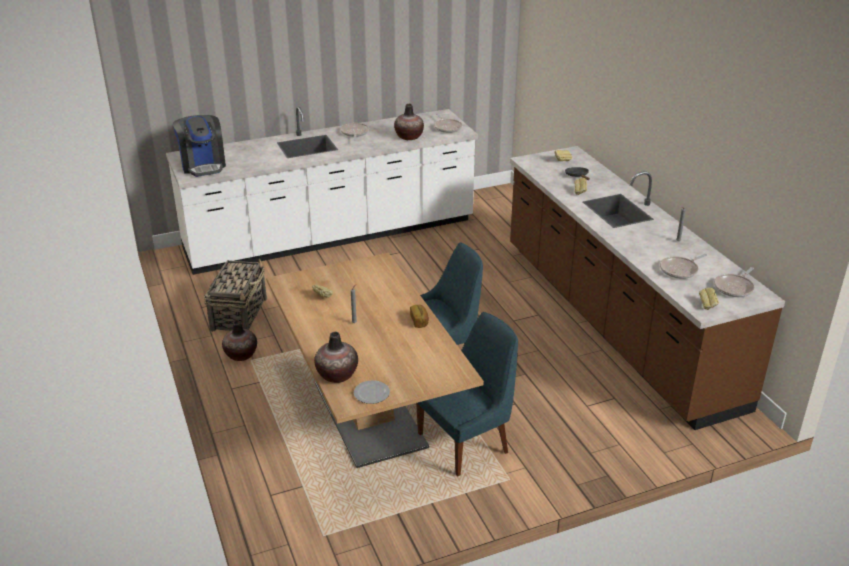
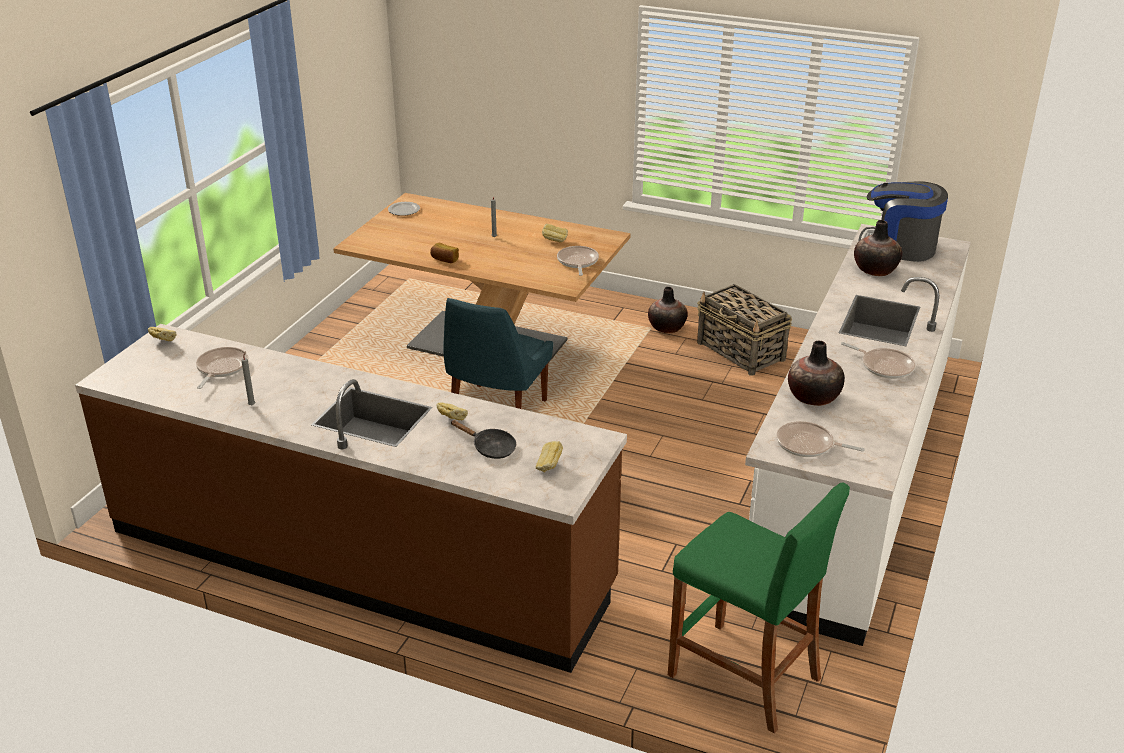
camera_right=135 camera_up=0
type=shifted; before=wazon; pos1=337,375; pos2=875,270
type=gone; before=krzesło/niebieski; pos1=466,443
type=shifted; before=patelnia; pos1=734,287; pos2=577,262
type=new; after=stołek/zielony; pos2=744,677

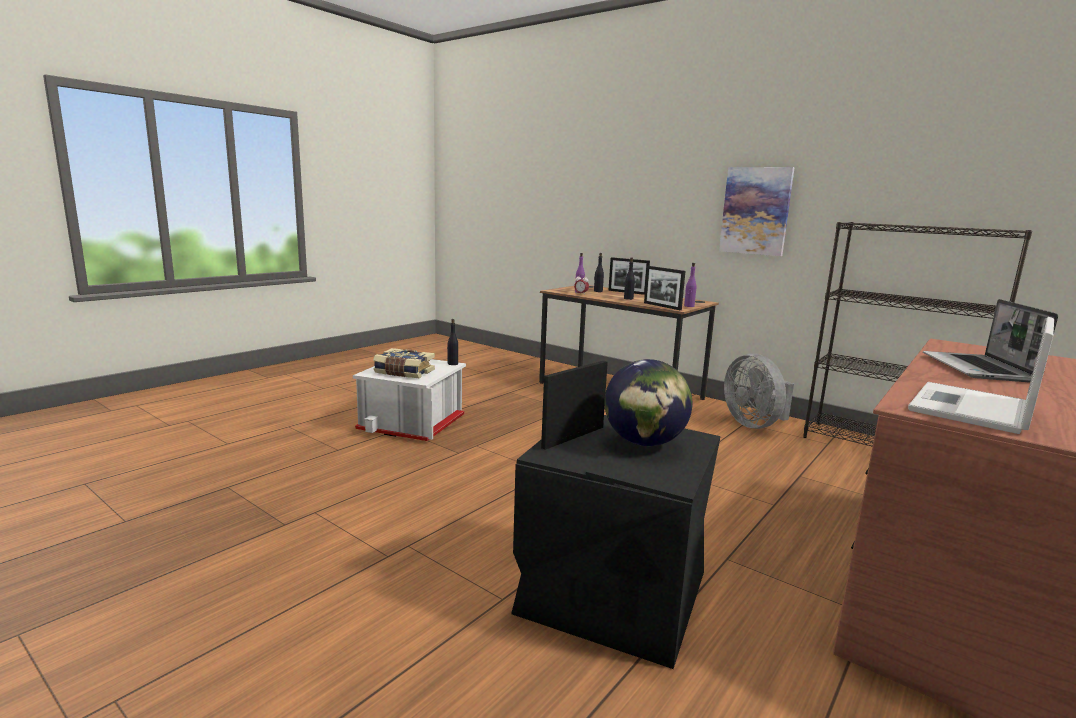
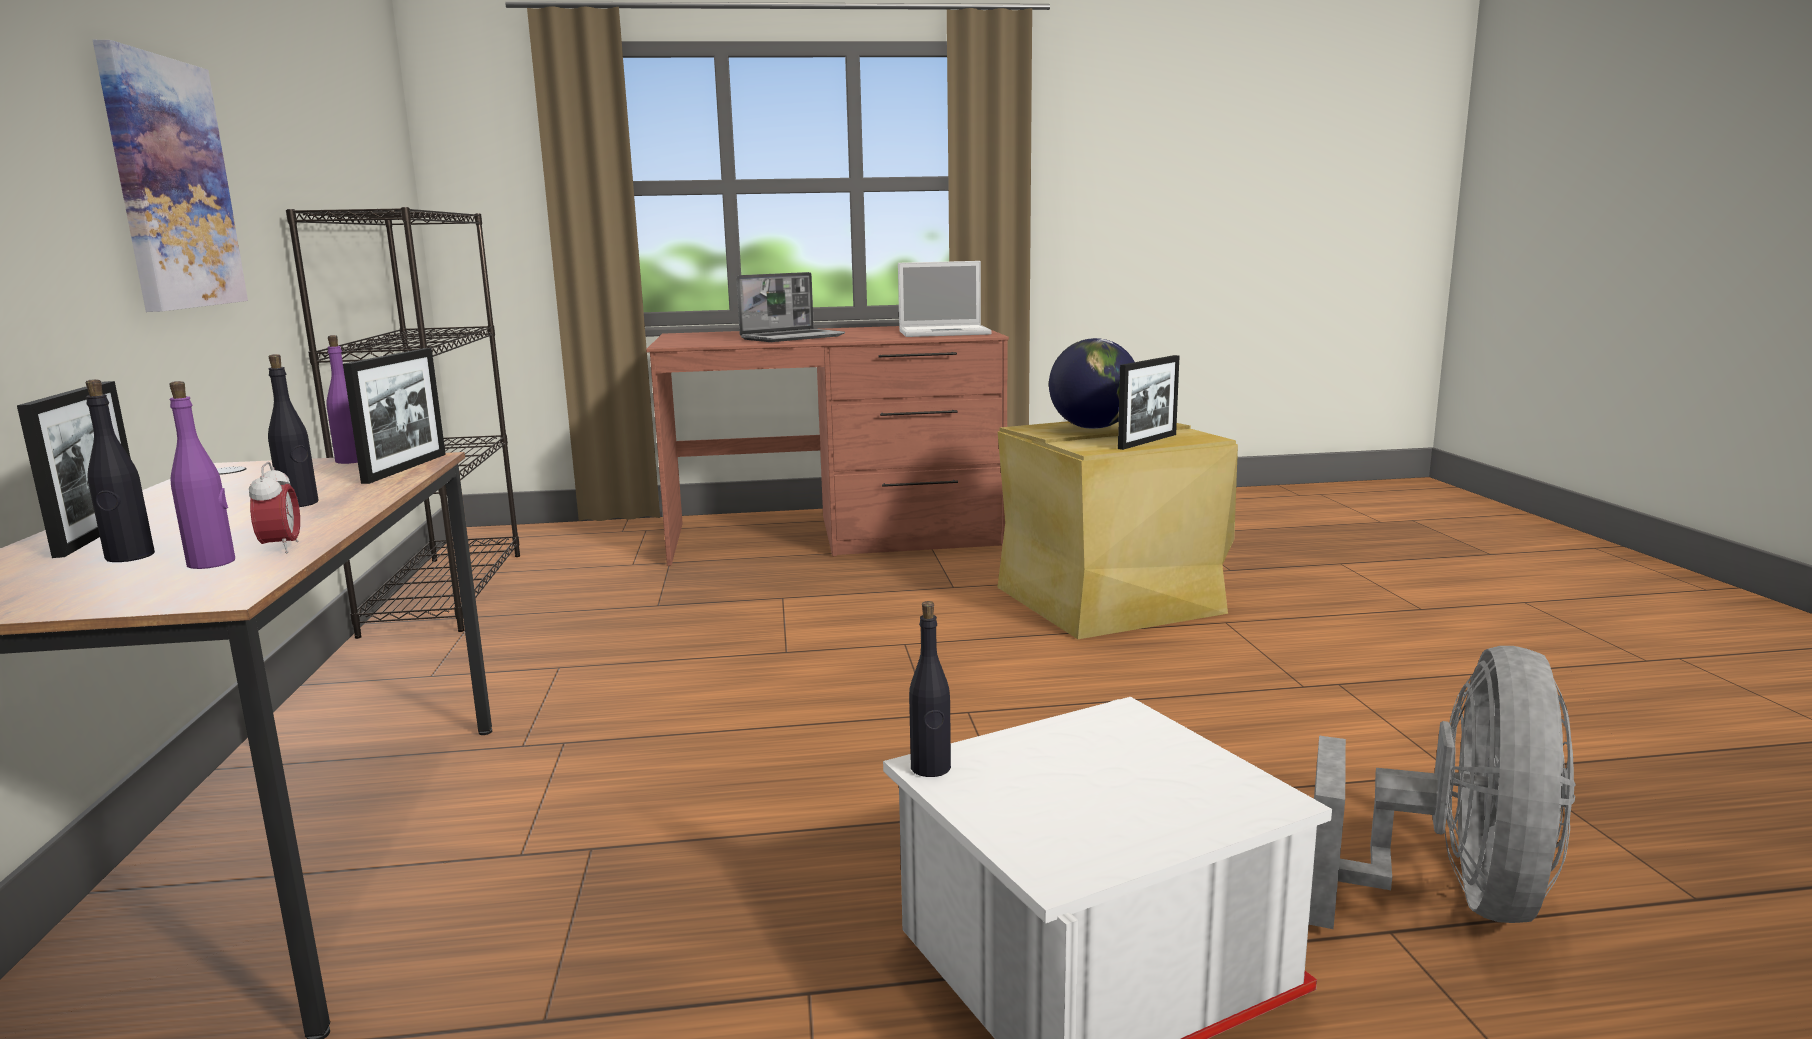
camera_right=-135 camera_up=0
type=gone; before=książka; pos1=404,373
type=repainted; before=pojemnik do przechowywania/czarny; after=pojemnik do przechowywania/beżowy; pos1=610,592; pos2=1111,600
type=rotated; before=ramka na zdjęcie; pos1=573,437; pos2=1147,441; turn=-45
type=shifted; before=wentylator/szary; pos1=754,424; pos2=1451,898

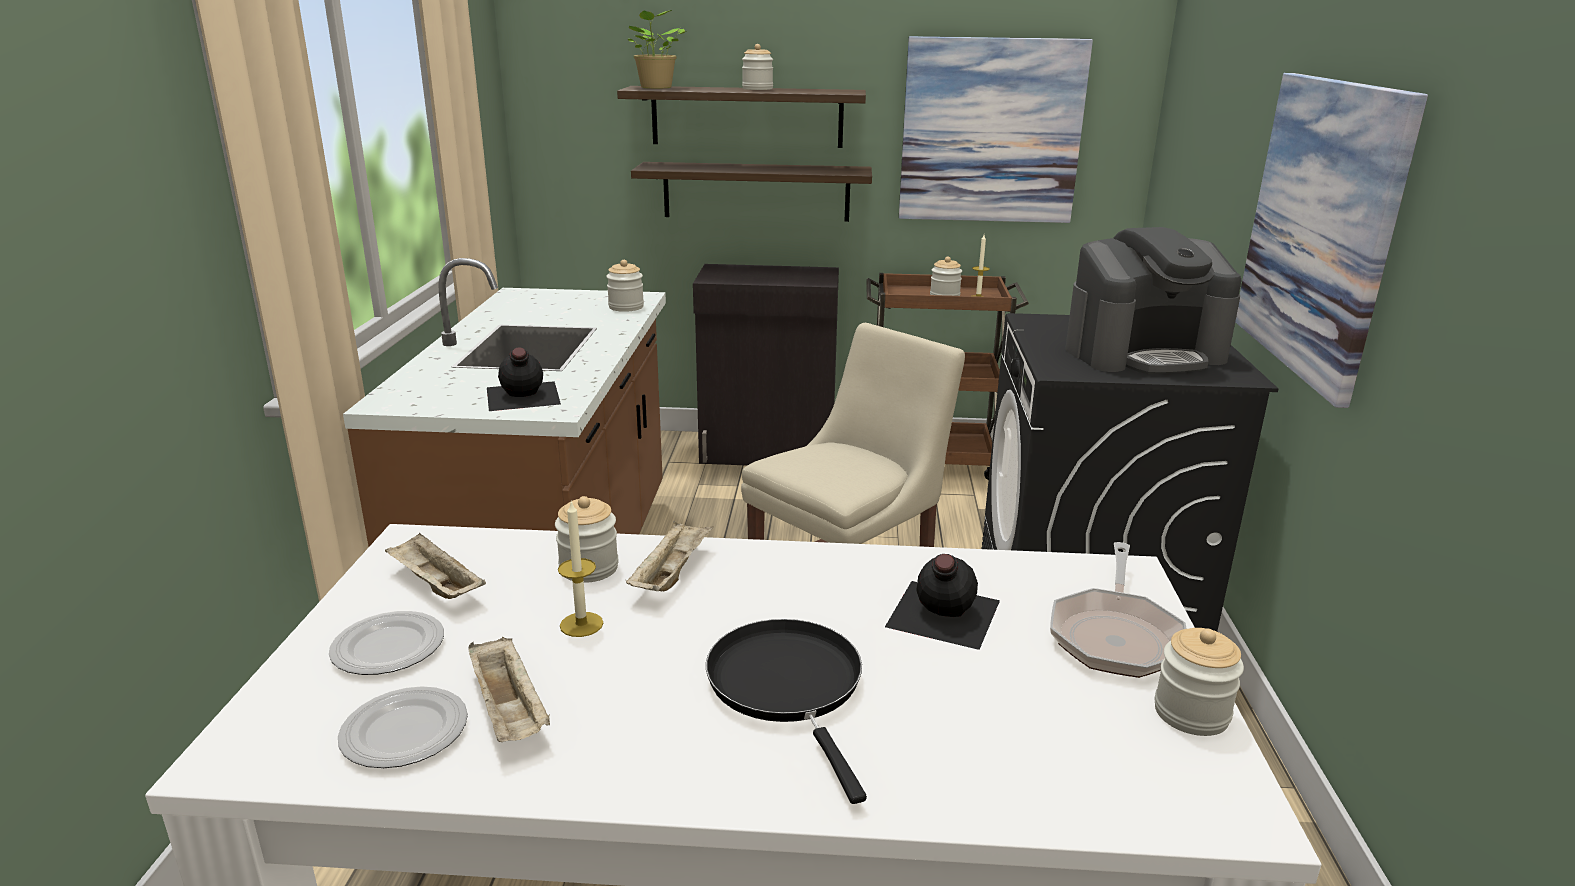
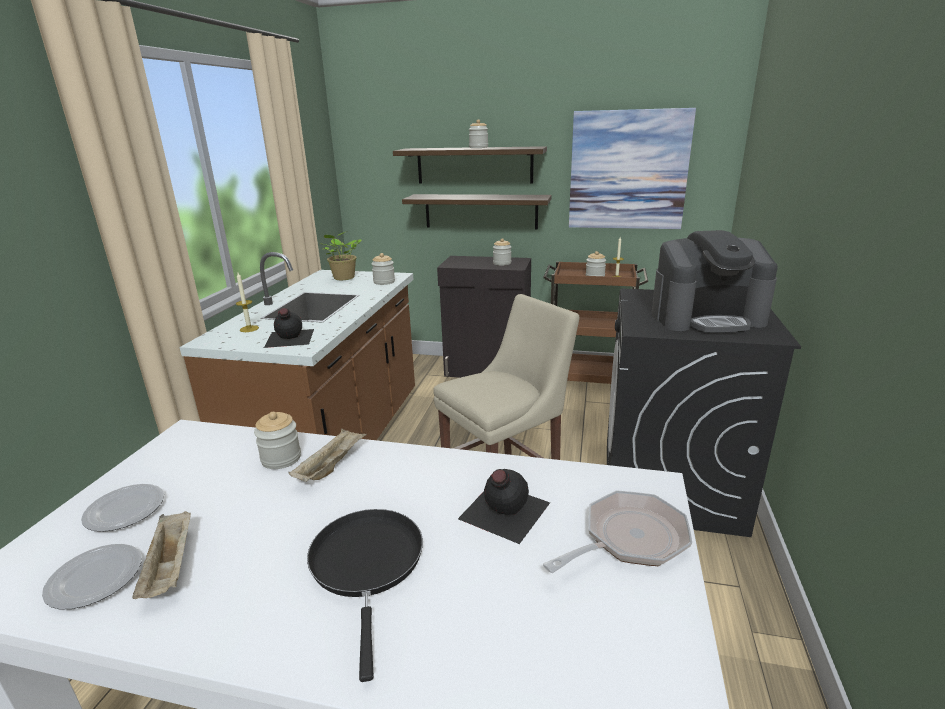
camera_right=10 camera_up=0
type=gone; before=taca/beżowy; pos1=435,586
type=shifted; before=świeca; pos1=581,624; pos2=249,329
type=shifted; before=roślina doniczkowa; pos1=656,88; pos2=343,278
type=rotated; before=patelnia; pos1=1115,635; pos2=628,539; turn=-150
type=shifted; before=słoik; pos1=1191,713; pos2=502,263
type=gone; before=obraz; pos1=1320,228

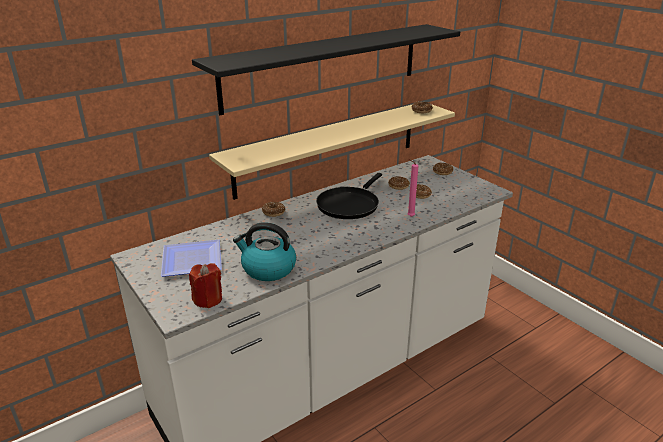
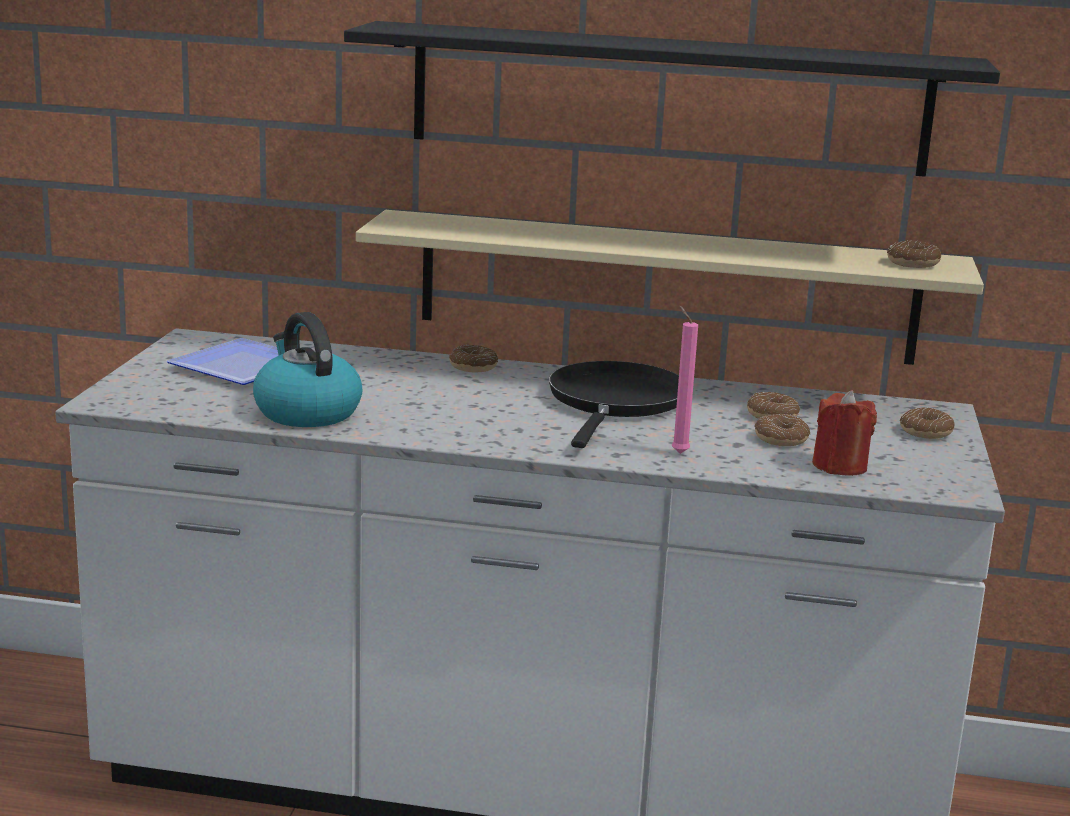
camera_right=45 camera_up=-10
type=shifted; before=świeca/czerwony; pos1=208,299; pos2=839,466
type=rotated; before=patelnia/czarny; pos1=349,204; pos2=615,402; turn=120

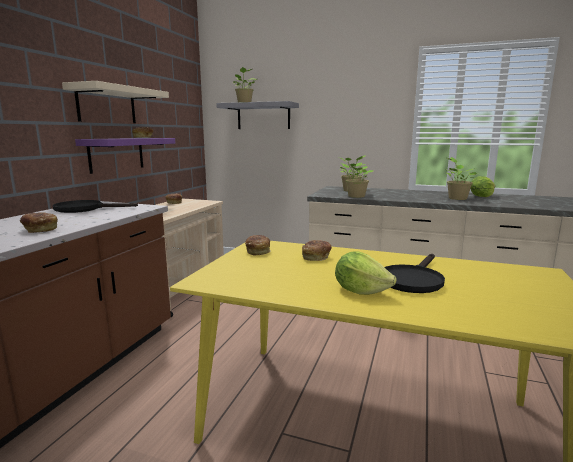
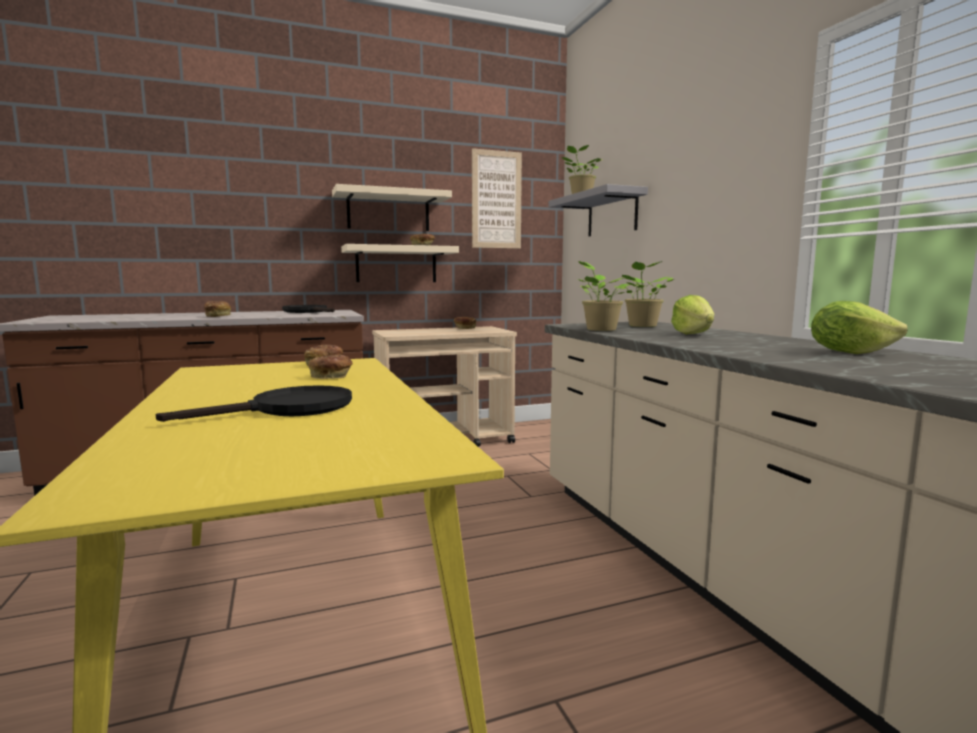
camera_right=50 camera_up=-5
type=repainted; before=półka/fioletowy; after=półka/beżowy; pos1=116,154; pos2=396,264
type=shifted; before=sałata; pos1=360,291; pos2=692,334
type=rotated; before=patelnia/czarny; pos1=412,279; pos2=289,409; turn=150
type=gone; before=roślina doniczkowa; pos1=456,198
type=new; after=obraz; pos2=496,200

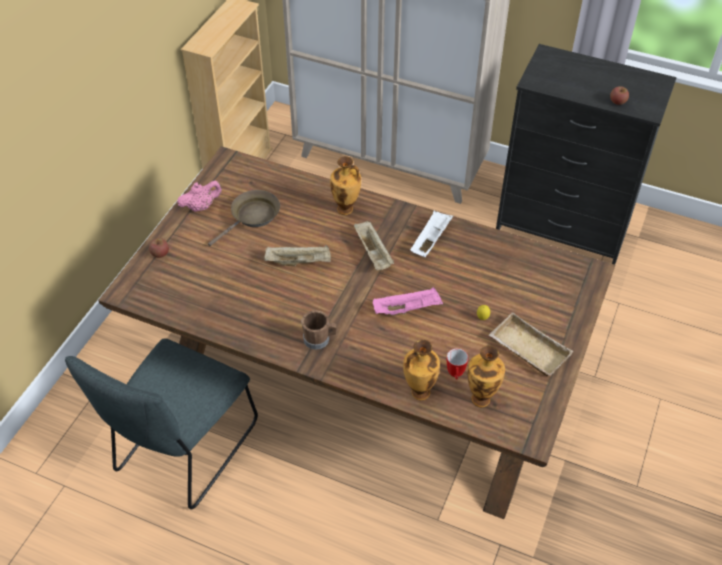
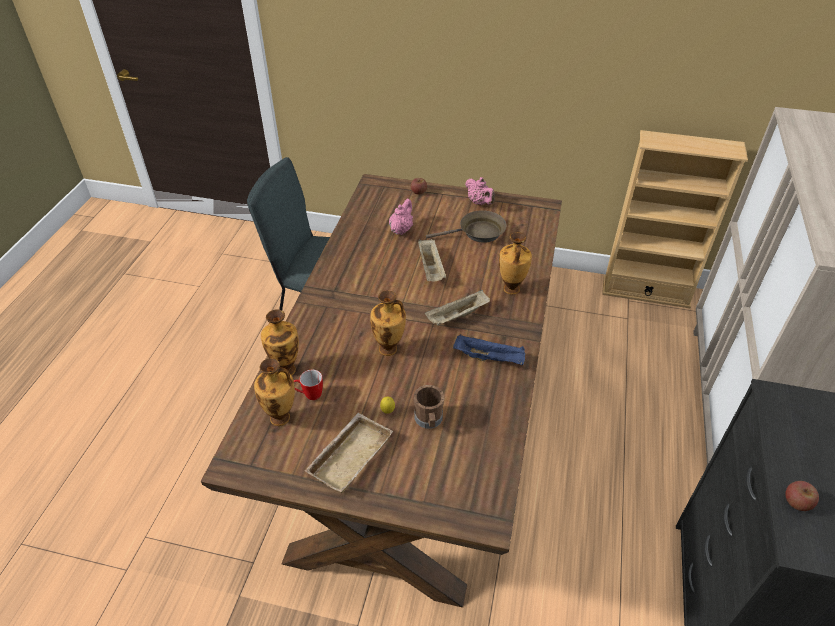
camera_right=80 camera_up=-5
type=rotated; before=patelnia/brązowy; pos1=252,217; pos2=478,233; turn=-45
type=shifted; before=kubek/brązowy; pos1=319,339; pos2=429,420
type=swapped; before=taca/różowy; after=wazon; pos1=407,309; pos2=389,349
type=repainted; before=taca/biały; after=taca/niebieski; pos1=430,240; pos2=490,358
type=new; after=imbryk/różowy; pos2=401,229

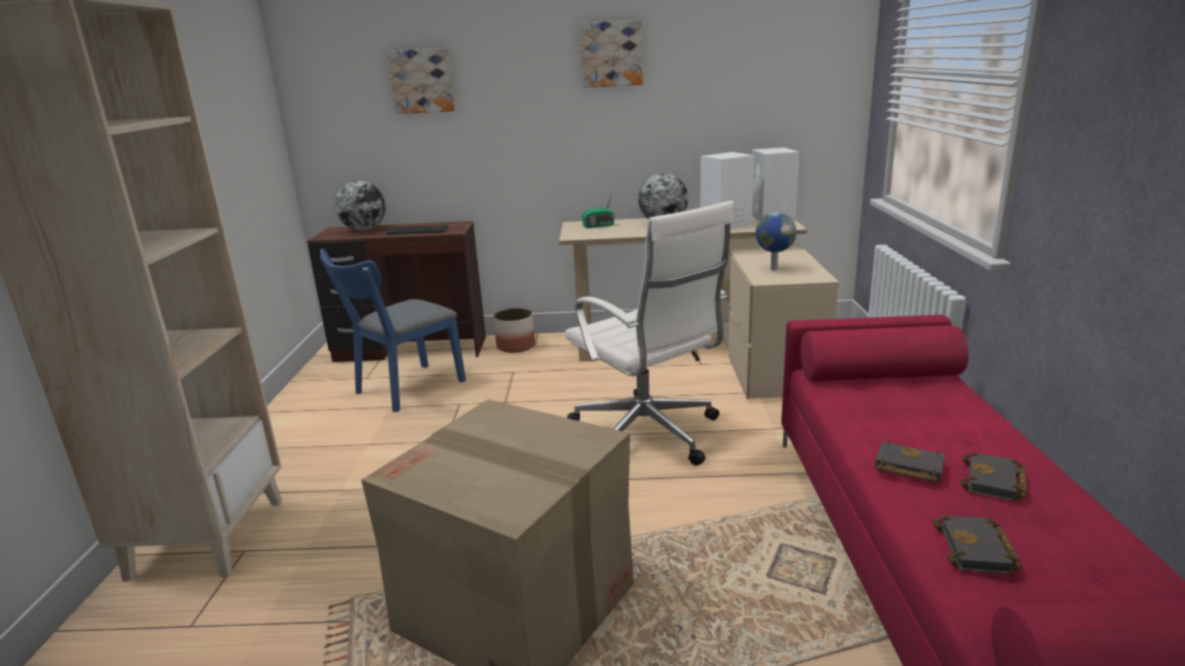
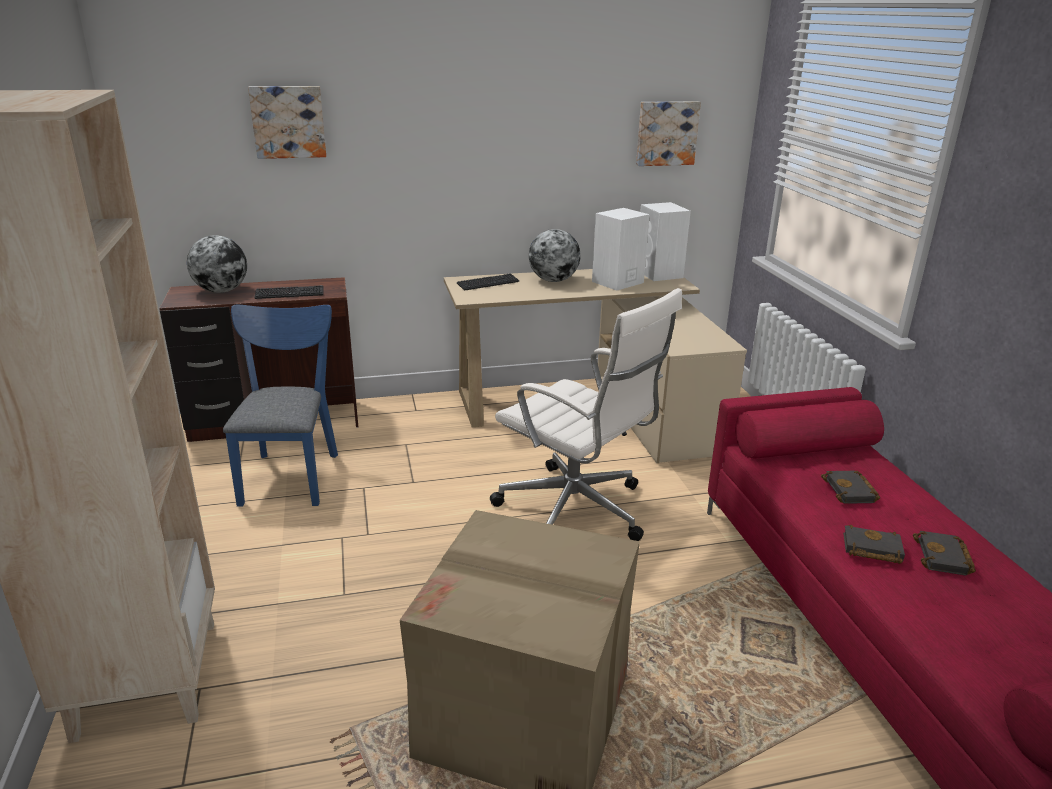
camera_right=-15 camera_up=5
type=rotated; before=krzesło/niebieski; pos1=403,390; pos2=291,474; turn=150
type=gone; before=donica; pos1=516,346
type=shifted; before=obraz; pos1=611,54; pos2=666,133
type=swapped; before=radio; after=klawiatura; pos1=599,225; pos2=488,283
type=gone; before=globus; pos1=773,269
type=shifted; before=książka/czarny; pos1=978,551; pos2=851,491

